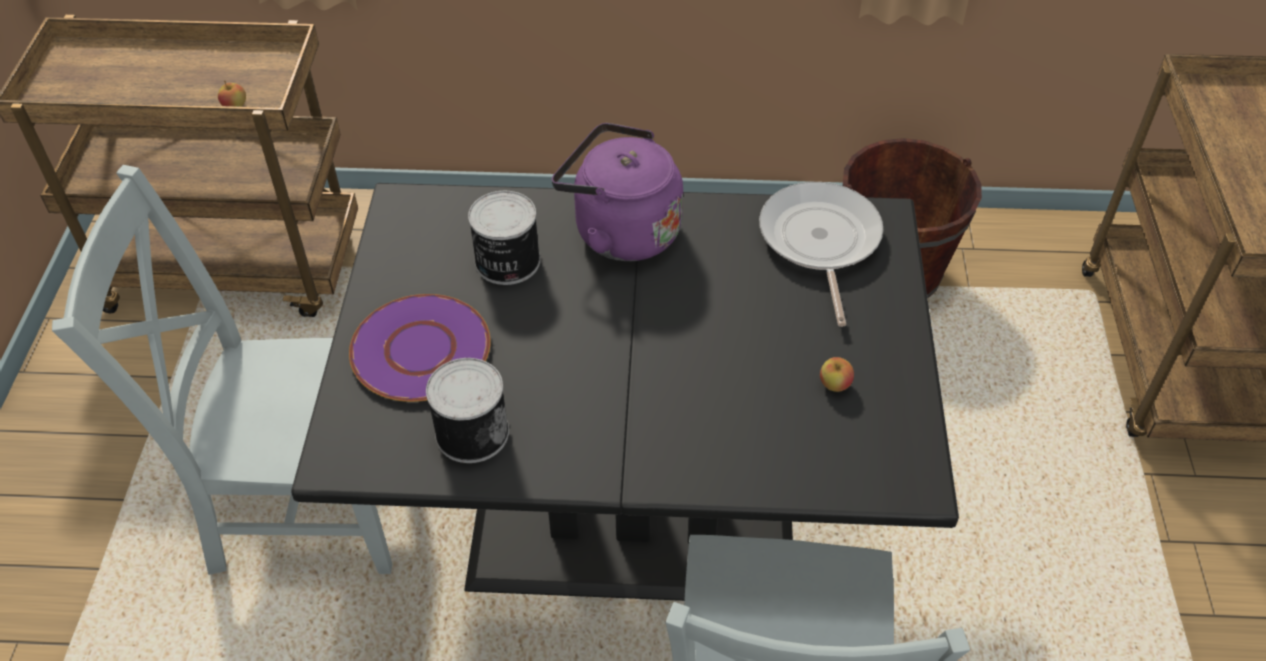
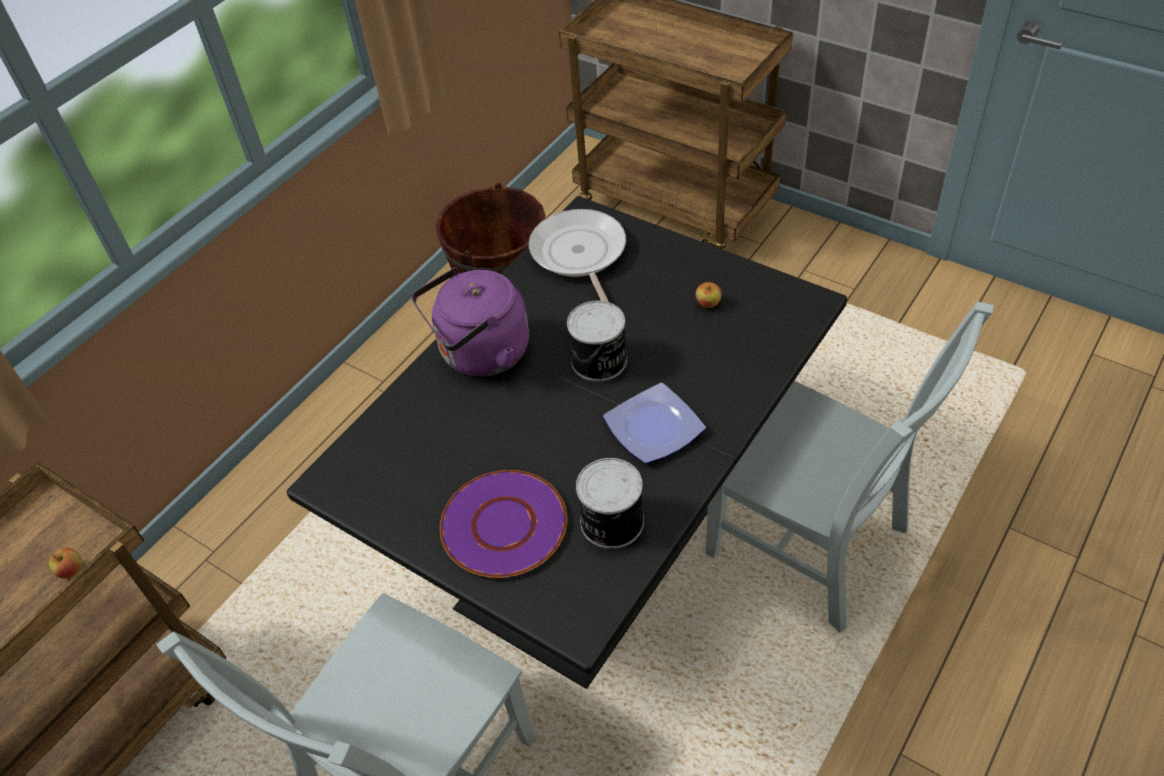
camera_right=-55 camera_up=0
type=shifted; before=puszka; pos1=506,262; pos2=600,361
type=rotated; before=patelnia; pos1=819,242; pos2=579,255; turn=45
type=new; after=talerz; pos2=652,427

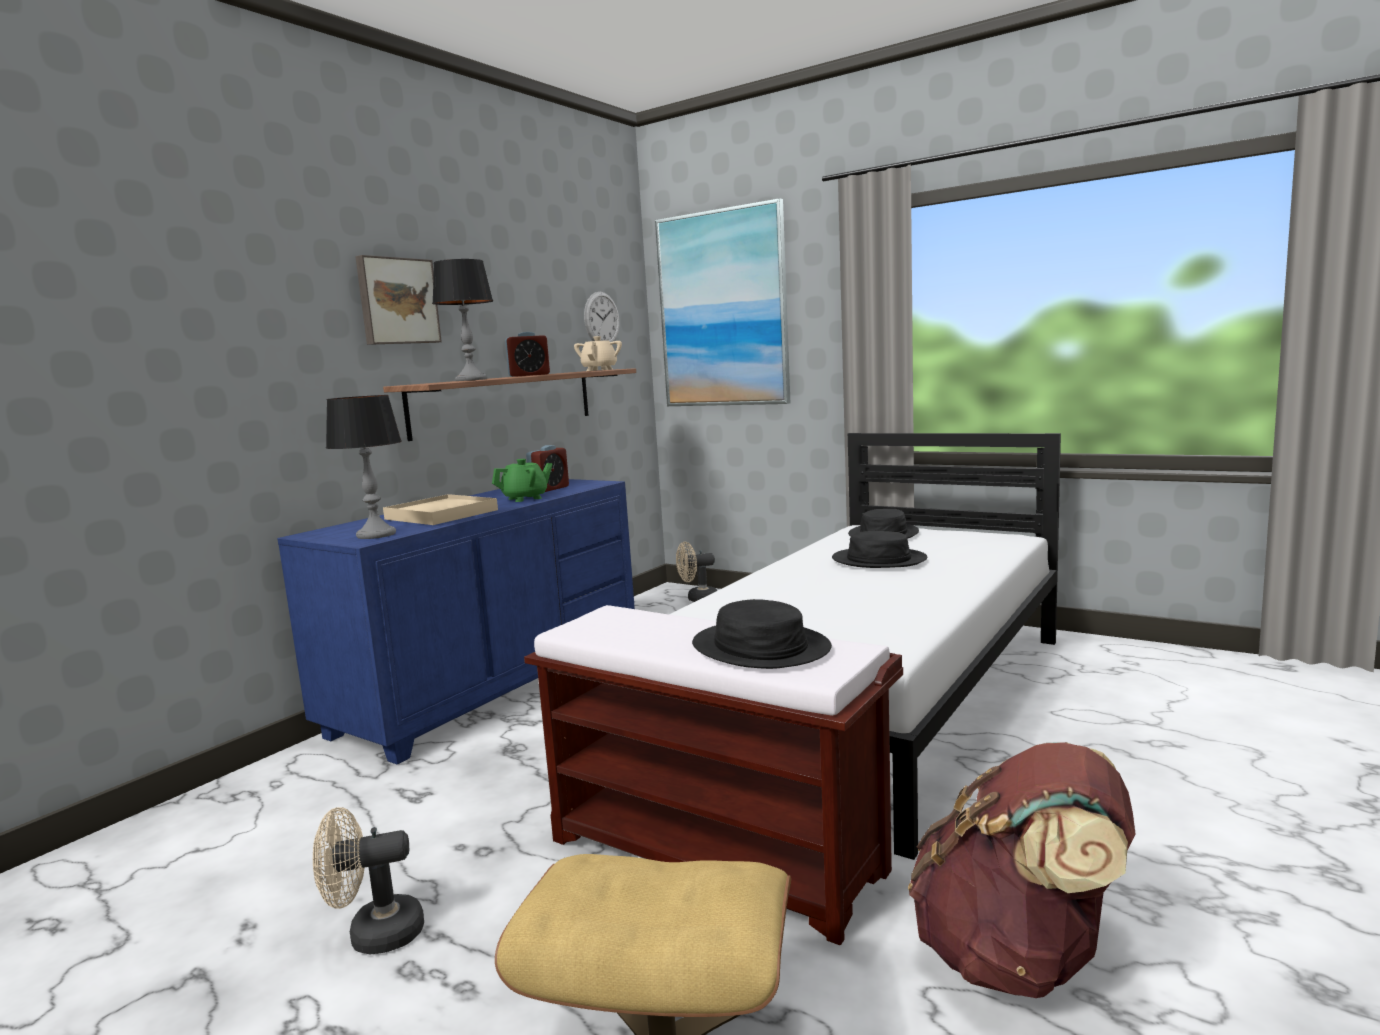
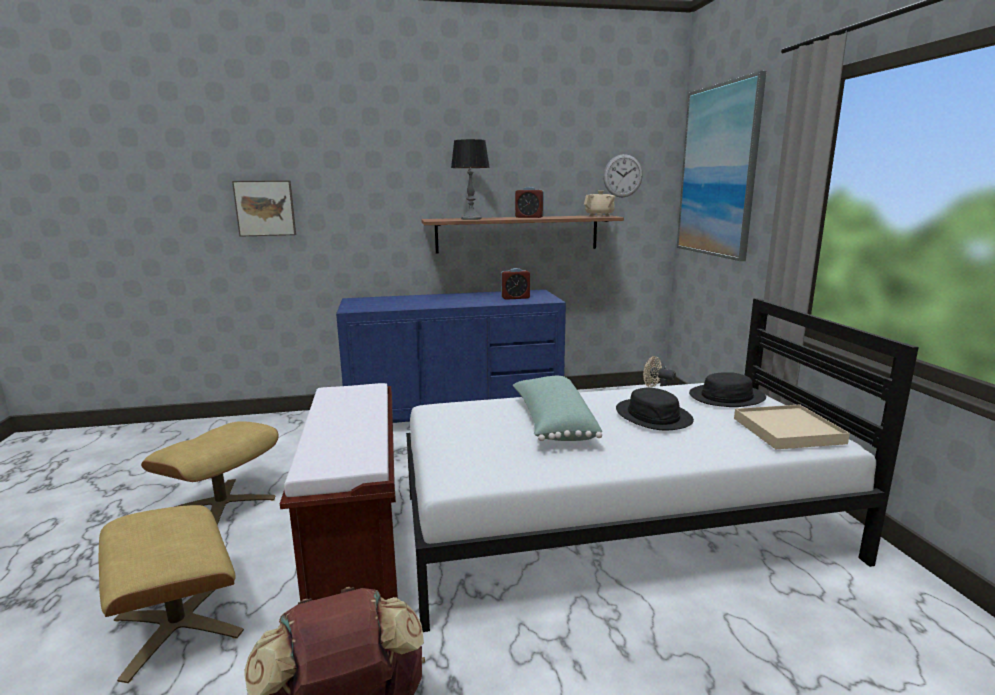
camera_right=45 camera_up=5
type=swapped; before=wentylator/beżowy; after=pufa/beżowy; pos1=374,935; pos2=222,505
type=gone; before=lampa stołowa; pos1=376,535
type=shifted; before=obraz; pos1=397,301; pos2=265,208
type=shifted; before=taca/beżowy; pos1=441,515; pos2=787,430
type=gone; before=imbryk/zielony; pos1=525,498
type=gone; before=kapelusz/czarny; pos1=760,648
type=new; after=poduszka/zielony; pos2=552,424

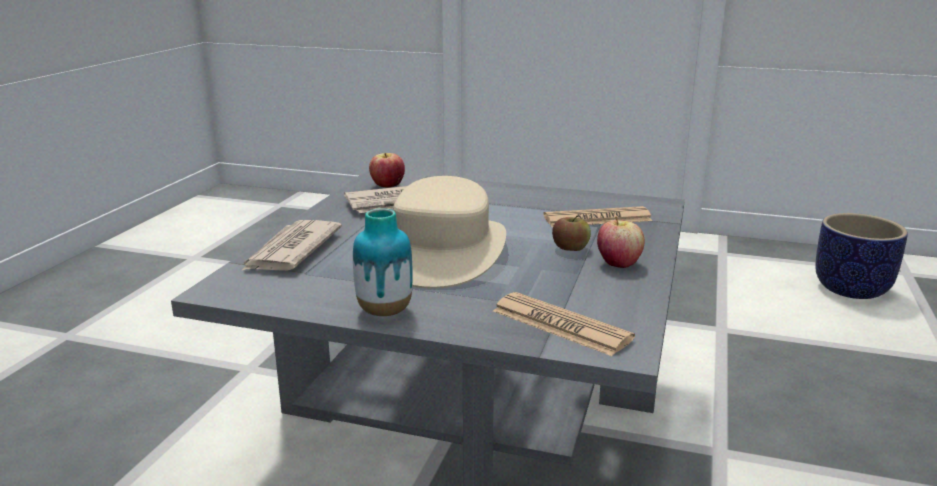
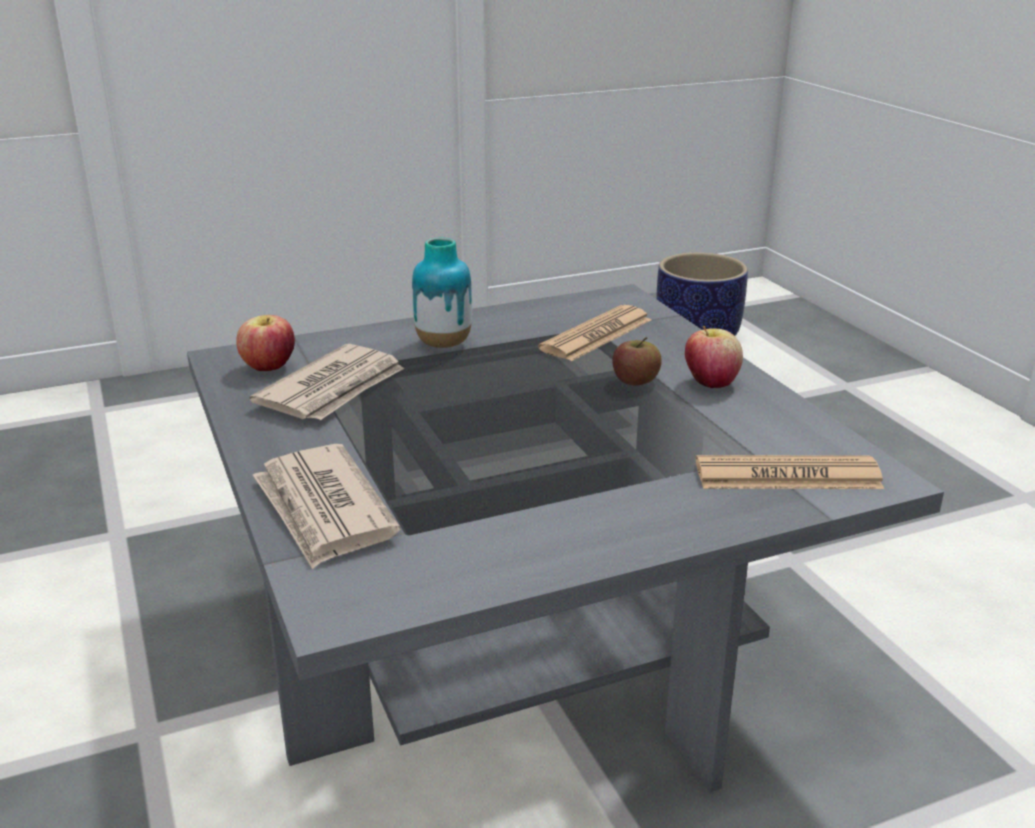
camera_right=-40 camera_up=5
type=shifted; before=wazon; pos1=384,311; pos2=443,344
type=gone; before=kapelusz/beżowy; pos1=442,251

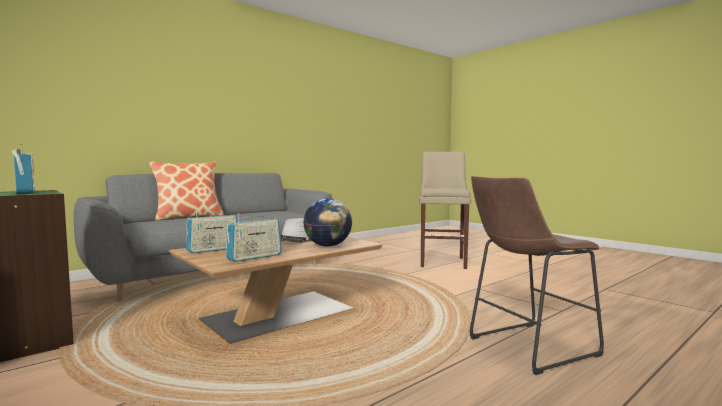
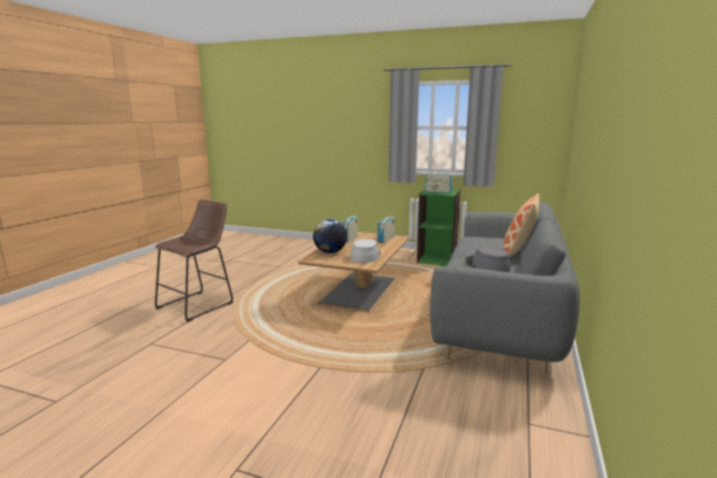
camera_right=150 camera_up=10
type=gone; before=stołek/beżowy; pos1=443,261
type=new; after=kapelusz/szary; pos2=487,266

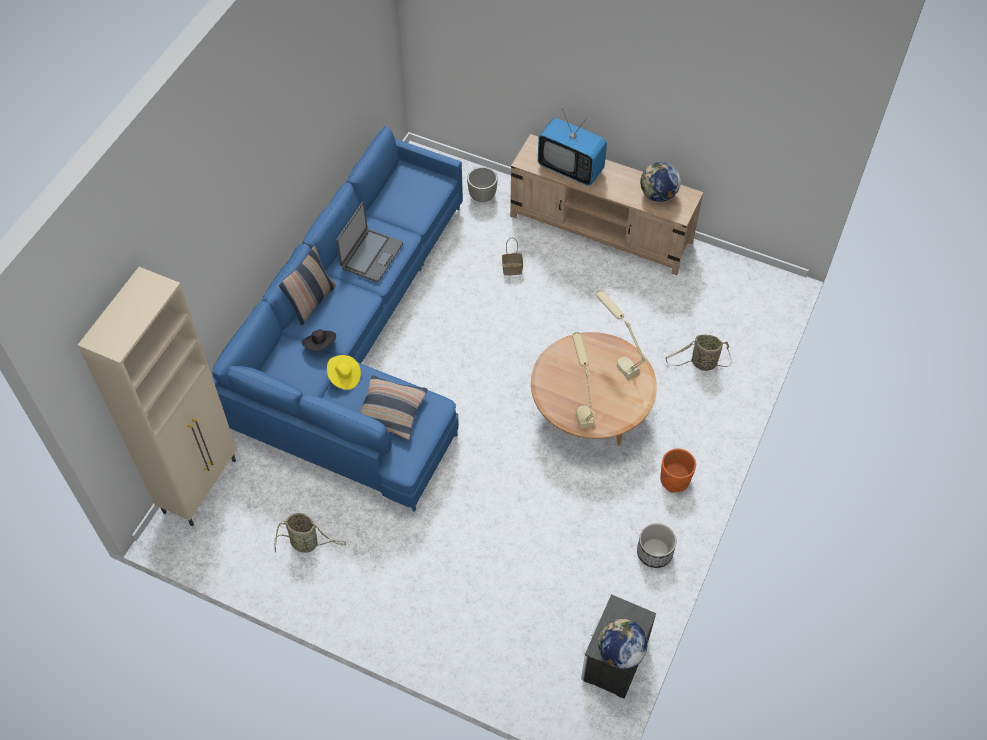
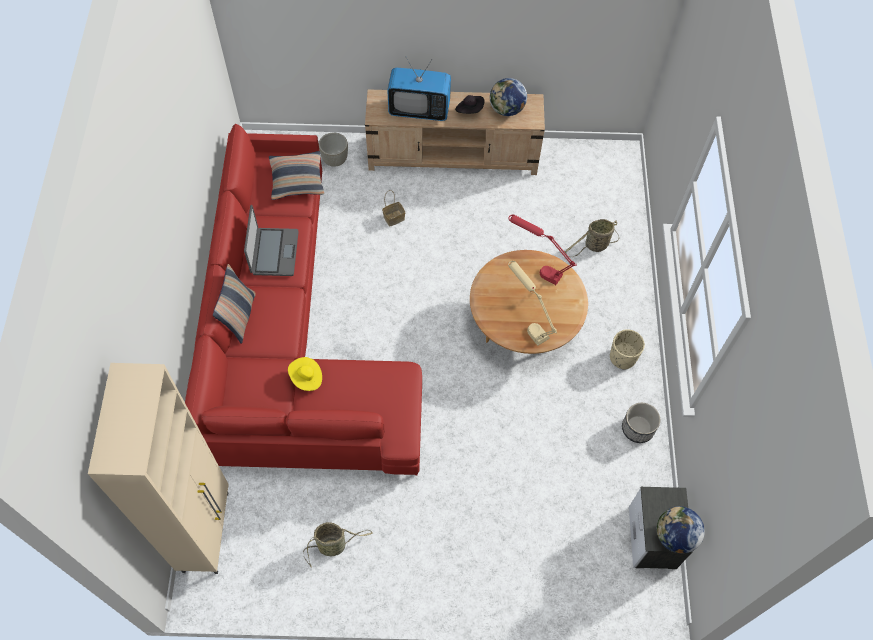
camera_right=-25 camera_up=5
type=repainted; before=kanapa/niebieski; after=kanapa/czerwony; pos1=357,346; pos2=289,340
type=shifted; before=kapelusz/czarny; pos1=320,345; pos2=470,110
type=shifted; before=poduszka; pos1=390,412; pos2=297,180
type=repainted; before=lampa stołowa/beżowy; after=lampa stołowa/czerwony; pos1=617,357; pos2=537,268
type=repainted; before=donica/pomarańczowy; after=donica/beżowy; pos1=674,480; pos2=622,357

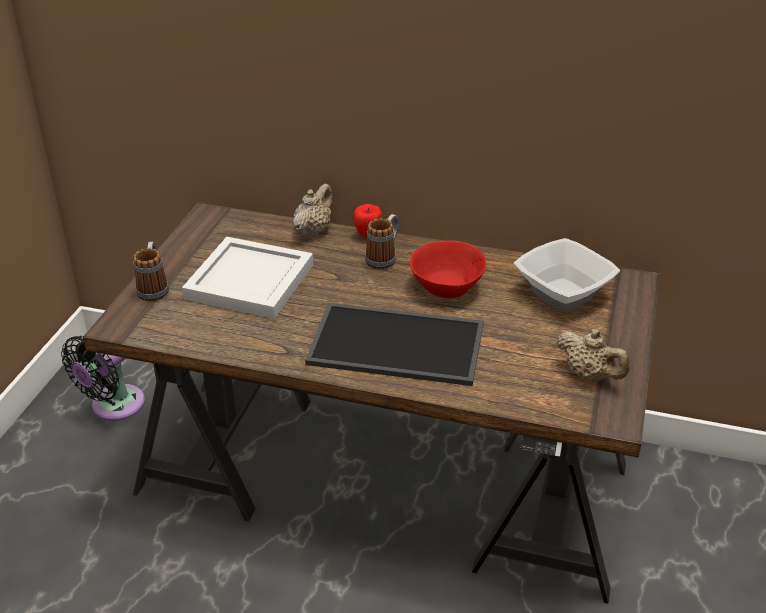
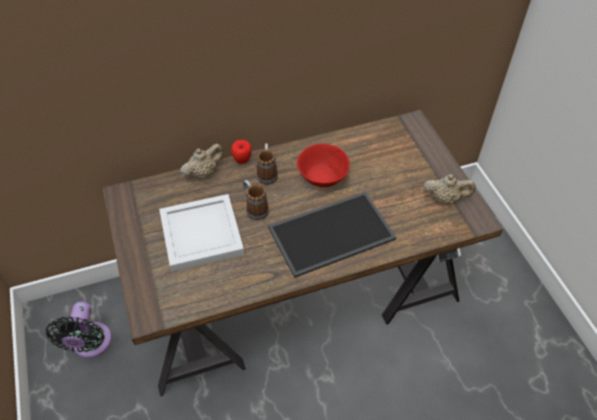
camera_right=-35 camera_up=15
type=shifted; before=kubek; pos1=154,288; pos2=254,208
type=rotated; before=imbryk/beżowy; pos1=313,230; pos2=204,173; turn=60
type=gone; before=miska; pos1=563,293

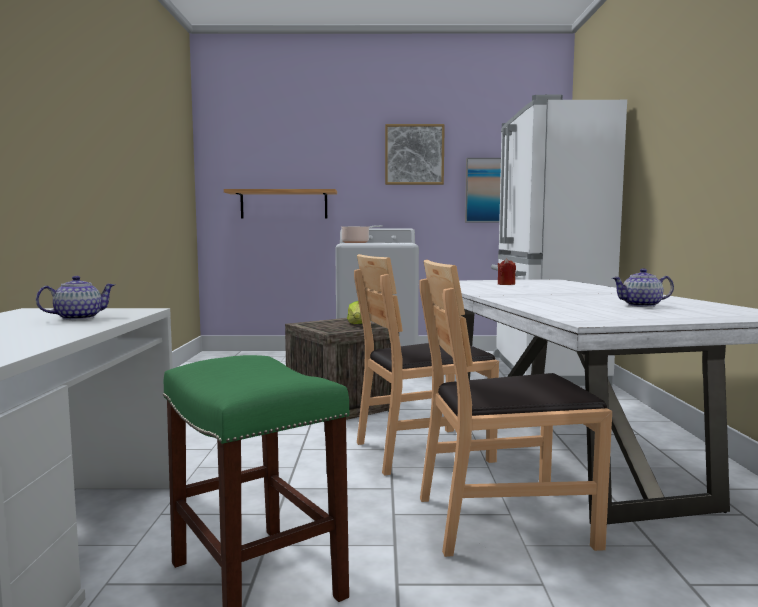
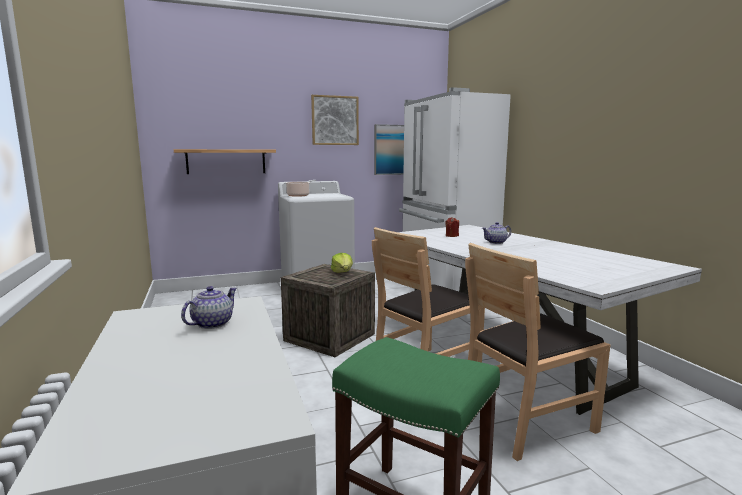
camera_right=-20 camera_up=5
type=shifted; before=imbryk; pos1=642,305; pos2=496,242

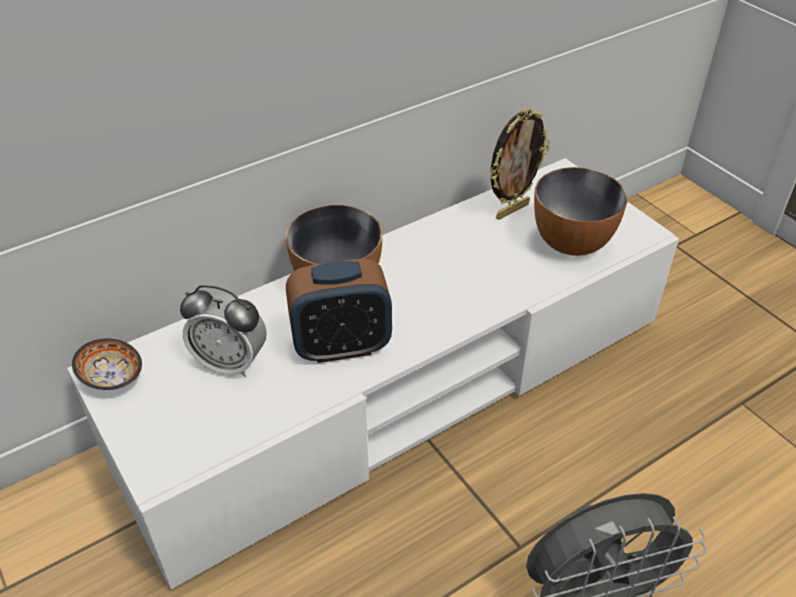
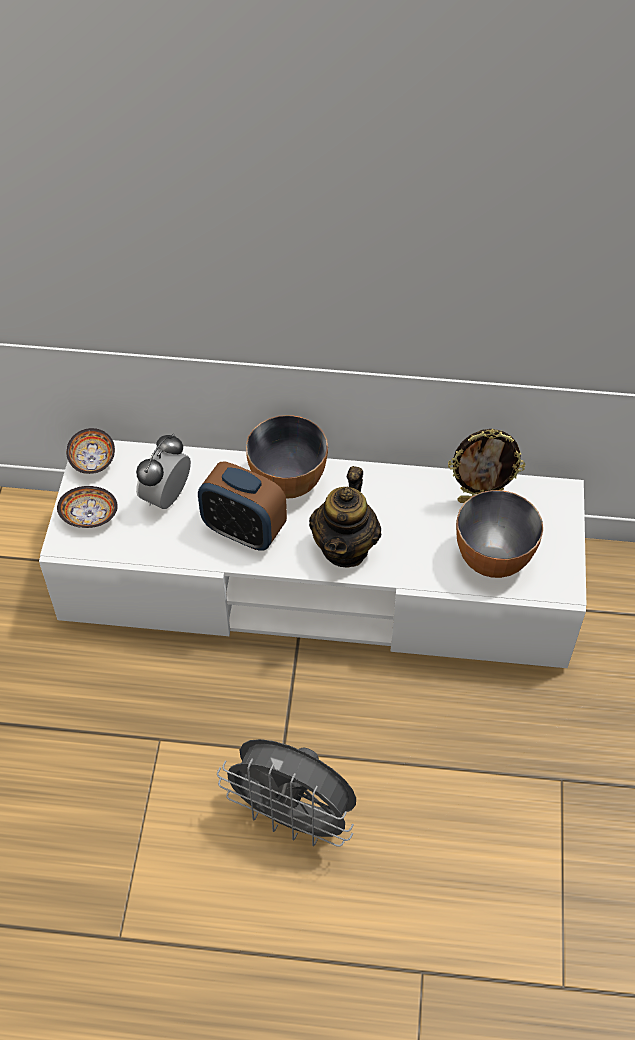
camera_right=40 camera_up=10
type=rotated; before=budzik; pos1=230,363; pos2=167,497; turn=60
type=new; after=miska; pos2=89,516
type=new; after=imbryk; pos2=345,547

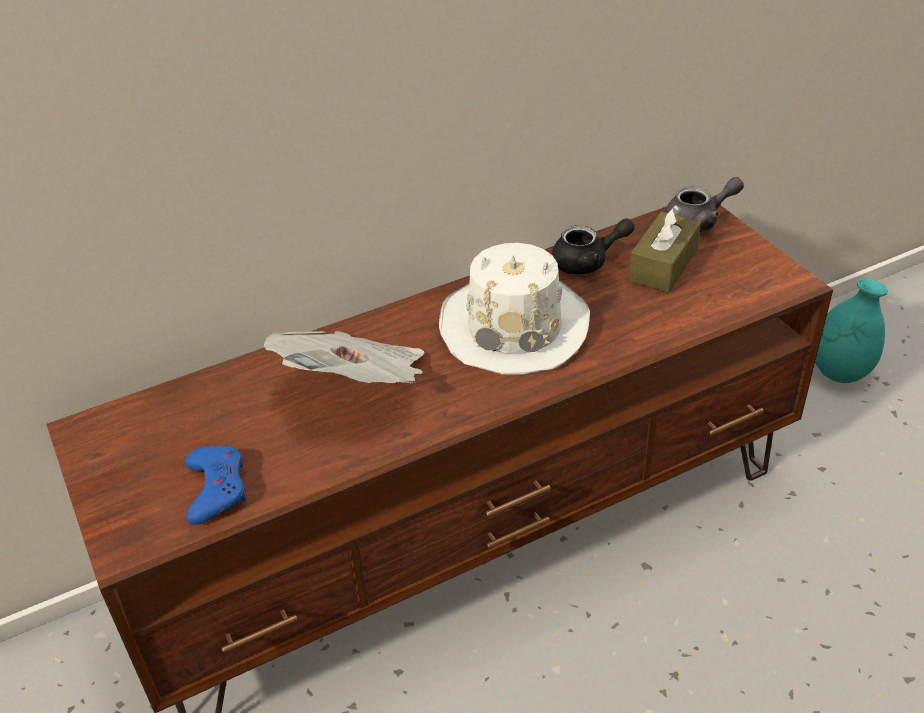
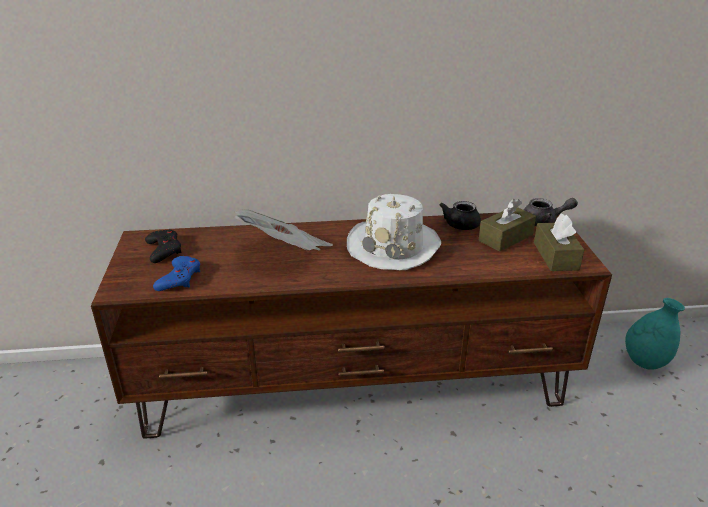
camera_right=20 camera_up=-10
type=rotated; before=imbryk/czarny; pos1=588,262; pos2=459,226; turn=105
type=new; after=pad do gier/czarny; pos2=164,249
type=new; after=pudełko chusteczek/brązowy; pos2=555,256

